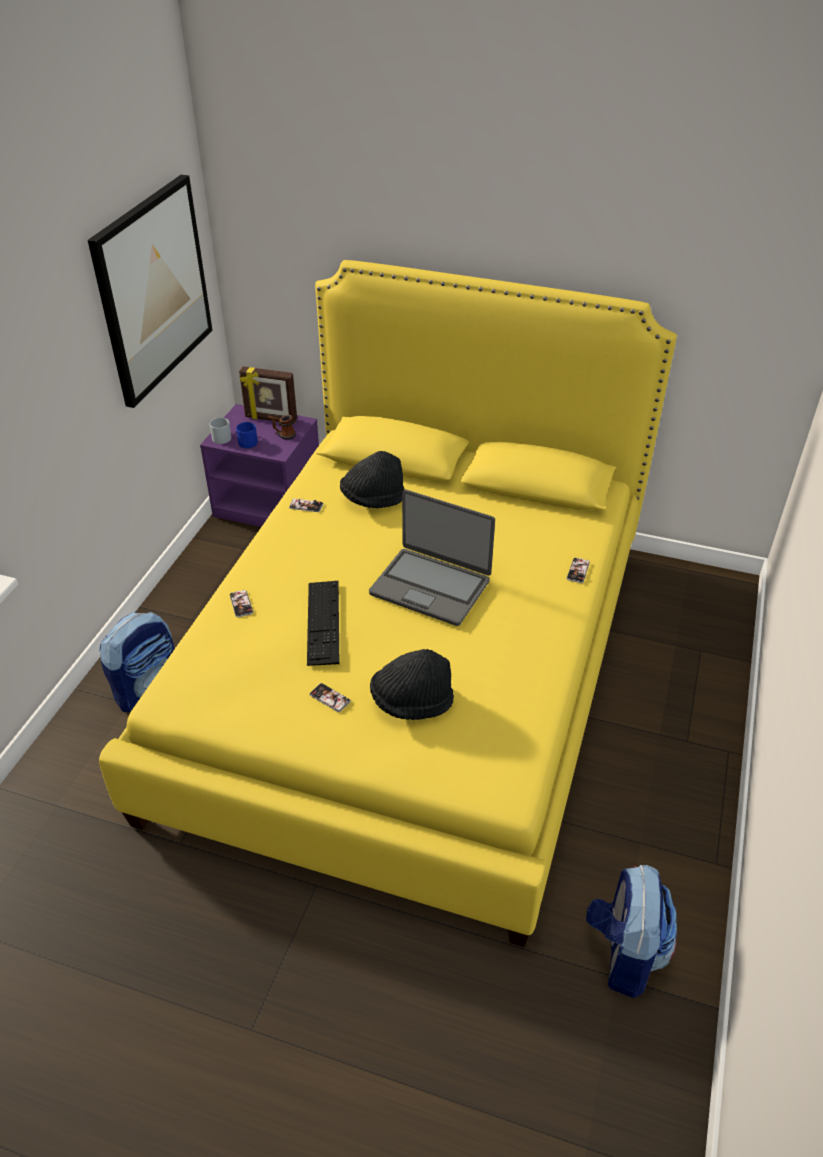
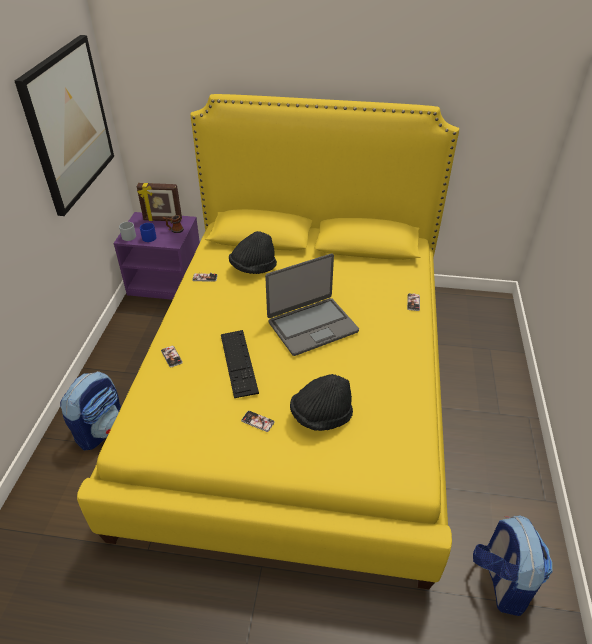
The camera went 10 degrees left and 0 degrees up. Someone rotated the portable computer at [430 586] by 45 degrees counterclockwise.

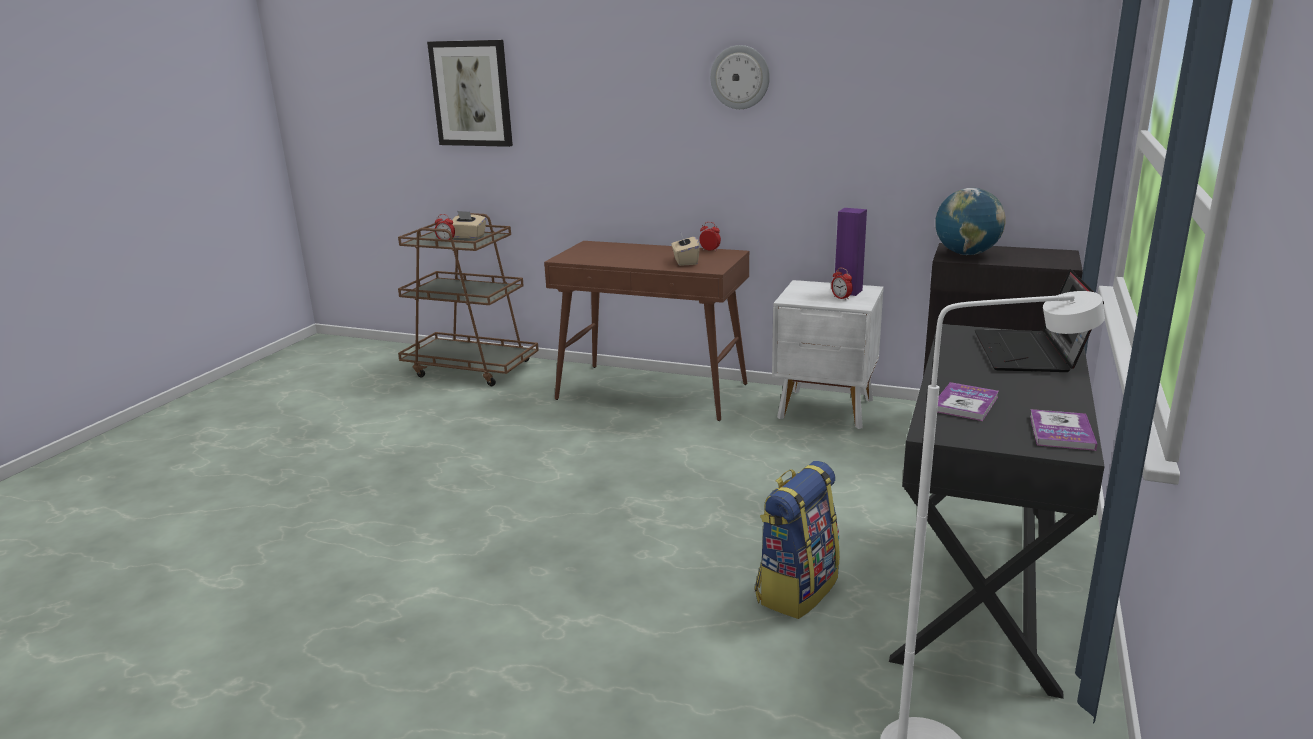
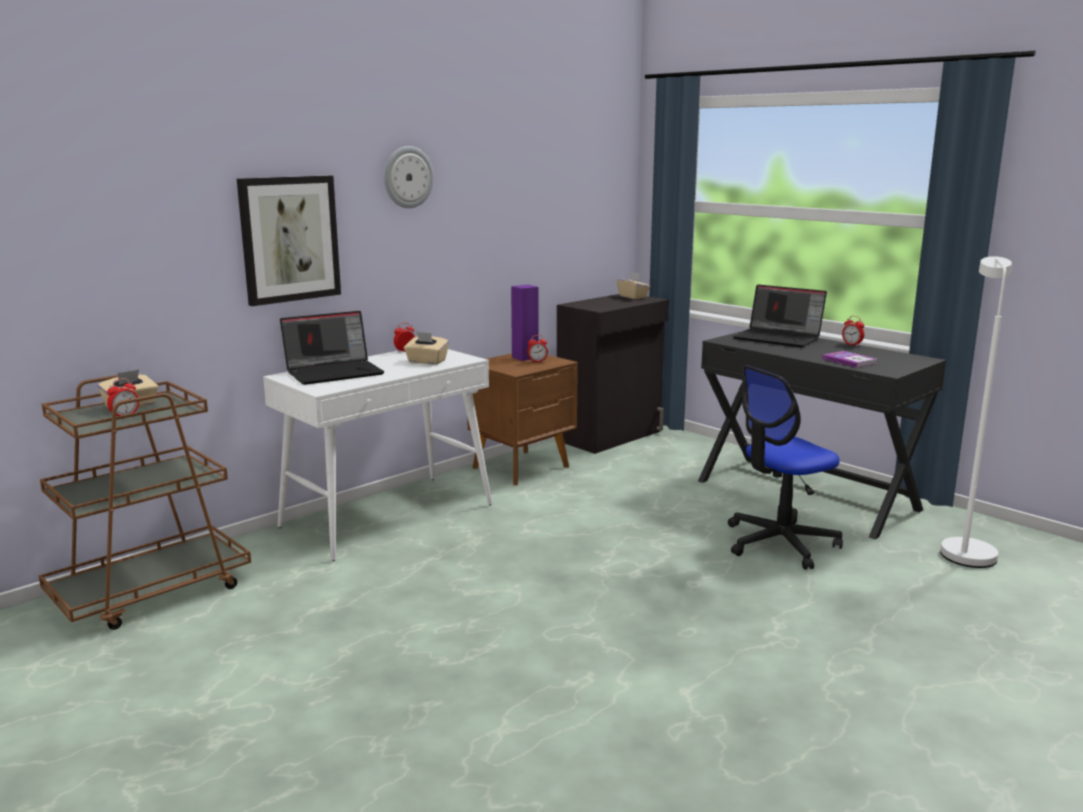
The camera went 65 degrees left and 5 degrees down. Someone took away the world globe at [966 254]. Someone took away the bound book at [1061 432]. Someone put down the portable computer at [335 372]. Someone put down the beige-coloured tissue box at [633 297]. Someone put down the table clock at [852 345]. Someone carried the wall picture from [471 93] to [289 239]. Someone swapped the rucksack at [796 589] for the office chair at [780 543]. Someone repainted the brownish console table at [653 392], which became the whitish console table at [388 515]. Someone repainted the whitish night table at [826 410], which became the brownish night table at [523 467].

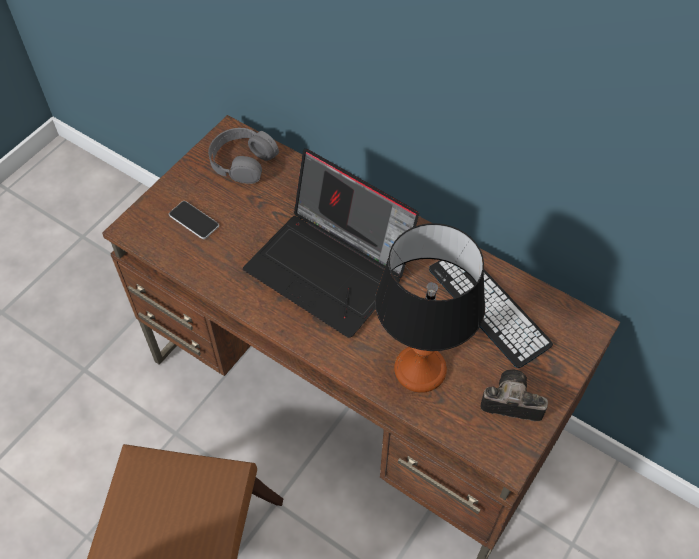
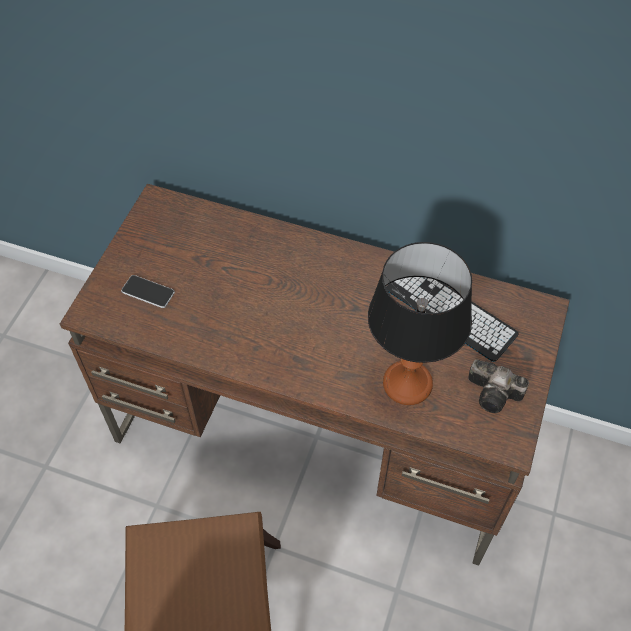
The camera went 15 degrees left and 0 degrees up. Someone took away the greyish pair of headphones at [242 161]. Someone took away the portable computer at [331 268]. Someone rotated the still camera at [508 402] by 150 degrees counterclockwise.

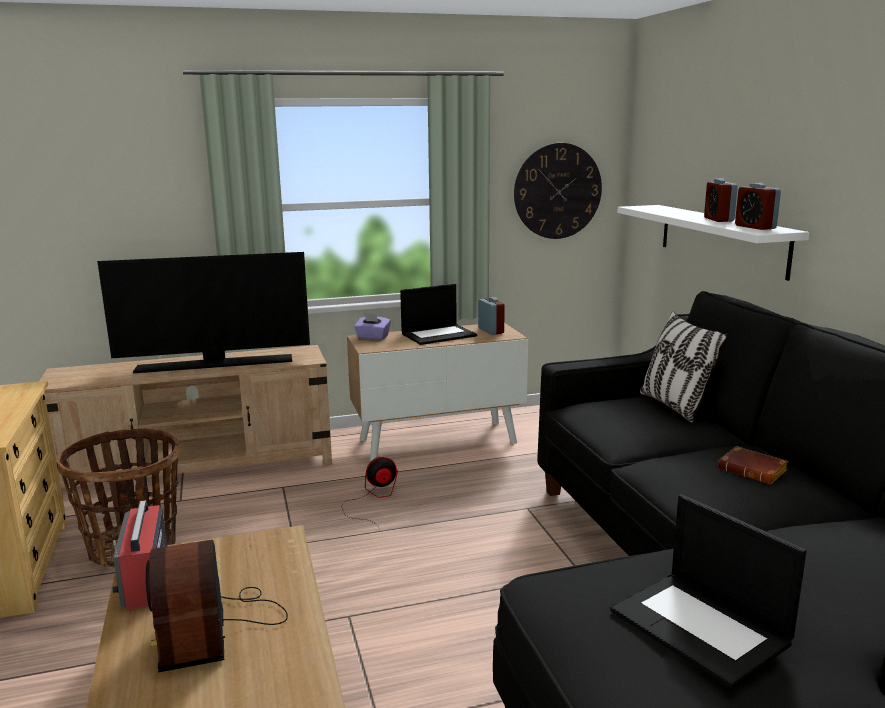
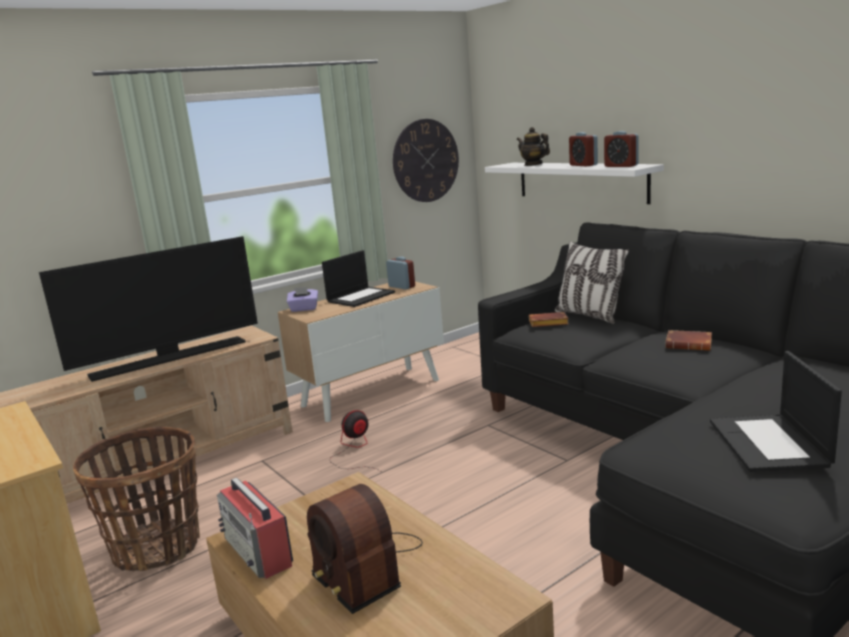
The camera went 20 degrees left and 0 degrees up. Someone put down the pot for tea at [533 164]. Someone put down the brownish bound book at [547 324]. Someone rotated the portable computer at [702 627] by 60 degrees clockwise.

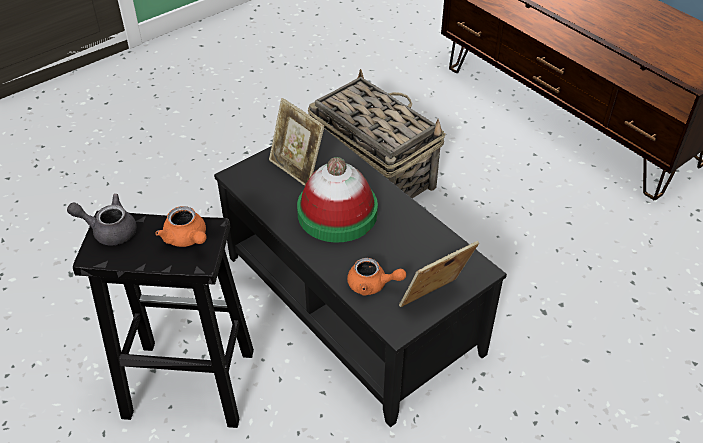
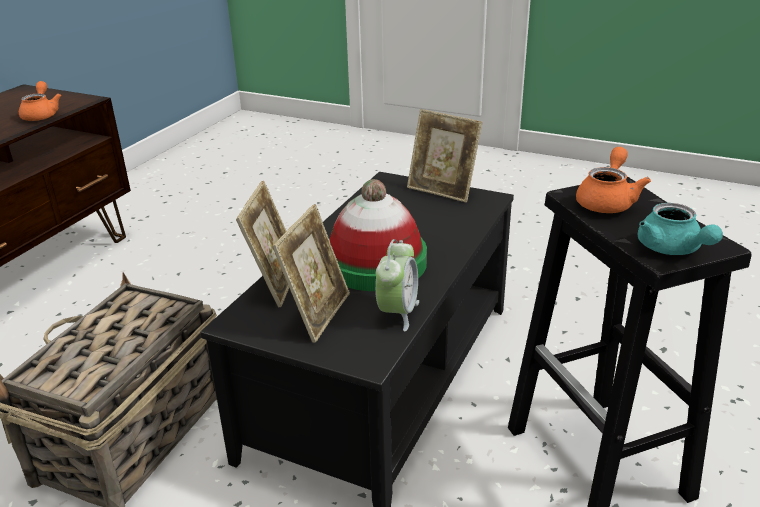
The camera went 115 degrees left and 15 degrees down. Someone put down the standing frame at [275 283]. Someone put down the table clock at [397 313]. Someone carried the orangey pot for tea from [372 285] to [41 115]. Someone repainted the greyish pot for tea at [109 230], which became the blue-green pot for tea at [672 249].

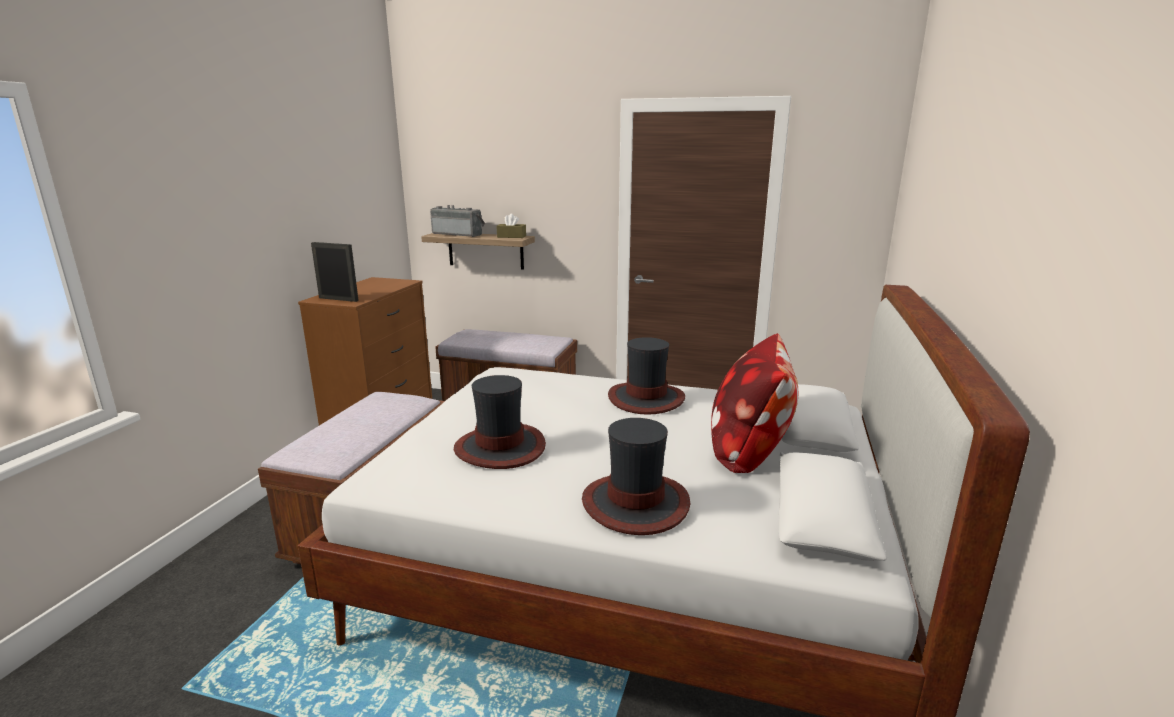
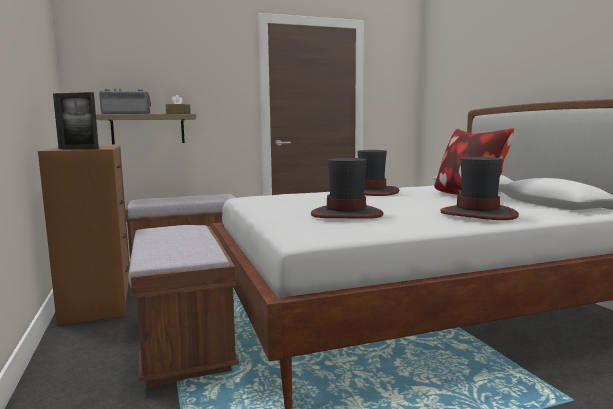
The camera went 35 degrees left and 10 degrees down. Someone rotated the standing frame at [338 299] by 150 degrees counterclockwise.

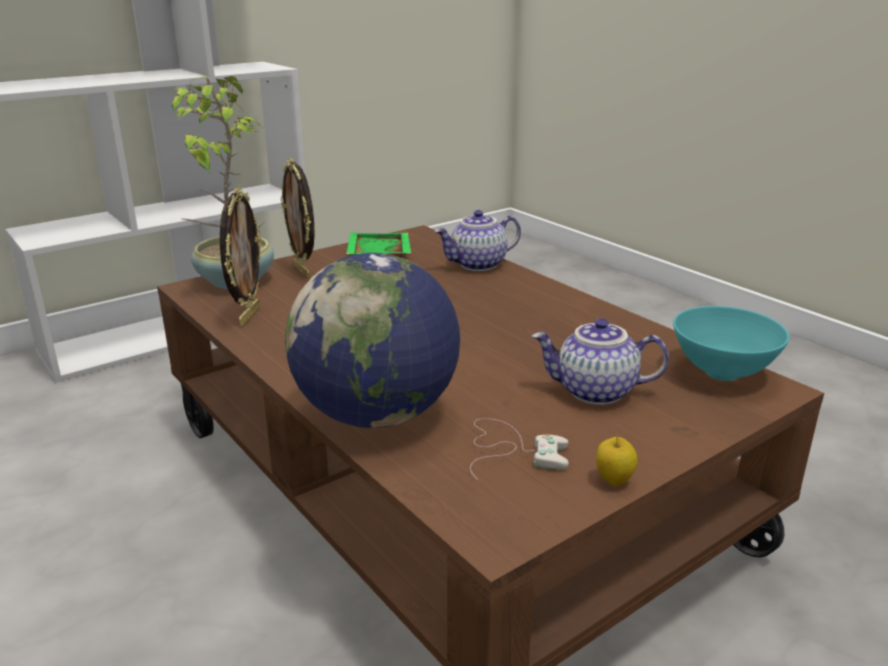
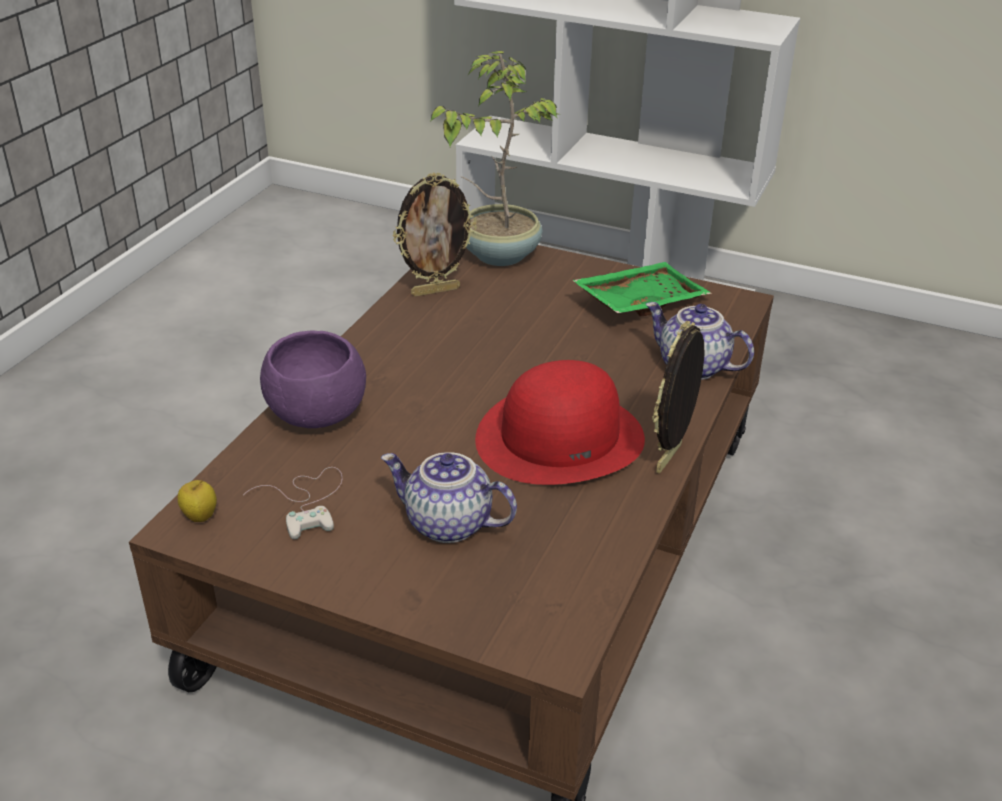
The camera went 60 degrees right and 10 degrees up. Someone took away the blue-green serving bowl at [723 372]. Someone put down the reddish clothing hat at [560 437]. Someone carried the standing frame from [303 272] to [671 459]. Someone carried the whole apple from [613 480] to [200 517]. Someone swapped the world globe at [377 415] for the purple serving bowl at [316 416]. Someone rotated the pot for tea at [595 392] by 45 degrees counterclockwise.

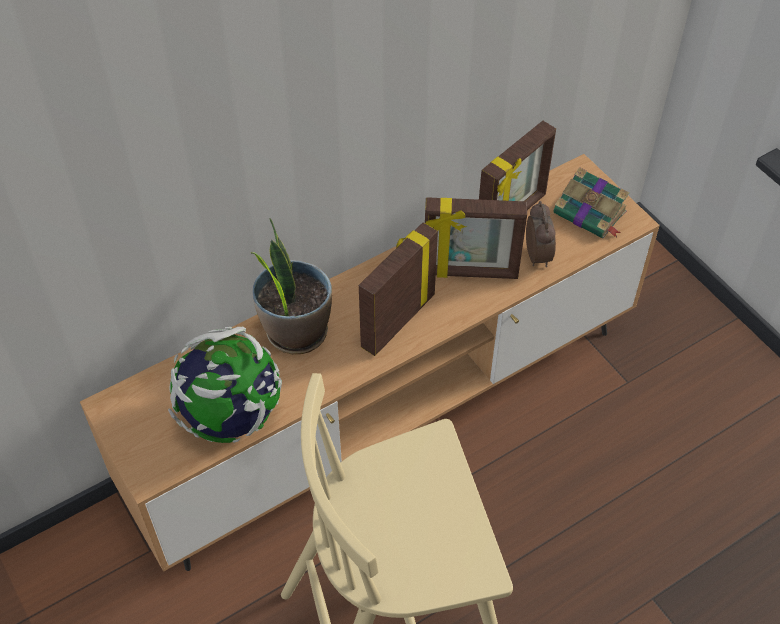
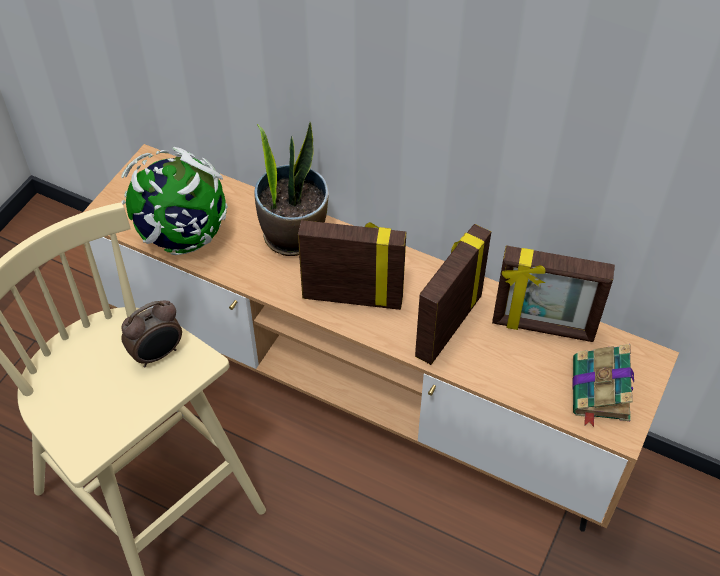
The camera went 60 degrees right and 0 degrees up. Someone carried the table clock from [538 255] to [158 354]. Someone rotated the standing frame at [470 273] by 60 degrees clockwise.

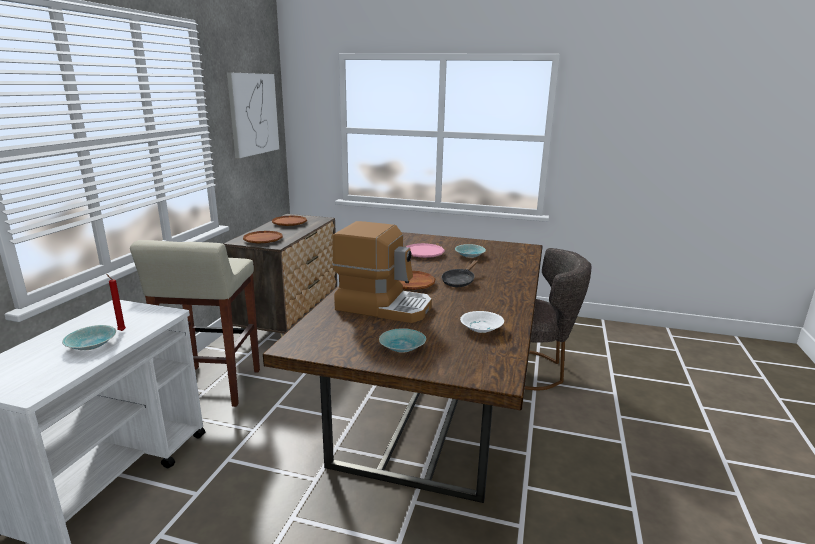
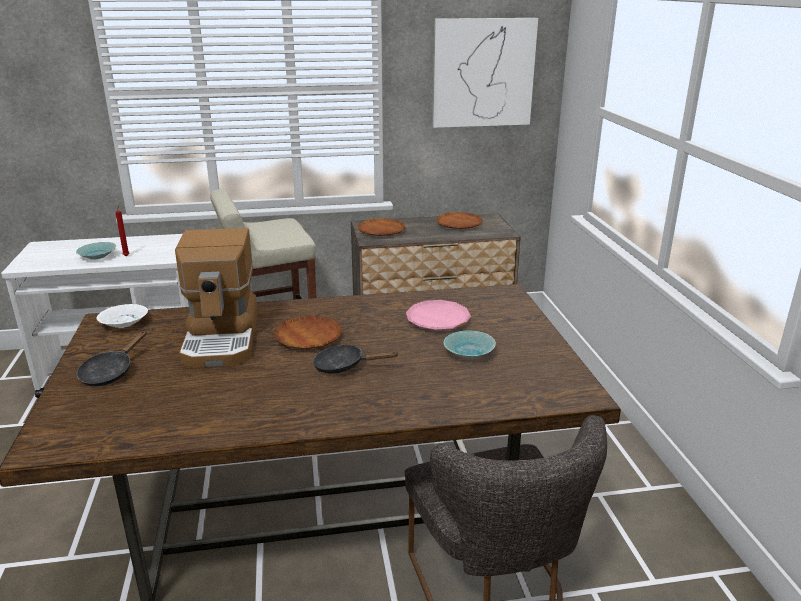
The camera went 65 degrees right and 5 degrees up. Someone carried the whitish serving bowl from [481 329] to [122 323]. Someone swapped the blue-green serving bowl at [401 348] for the black skillet at [110 372].

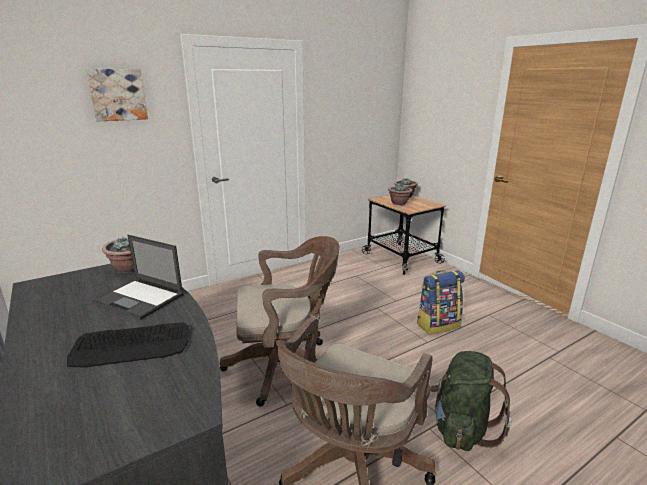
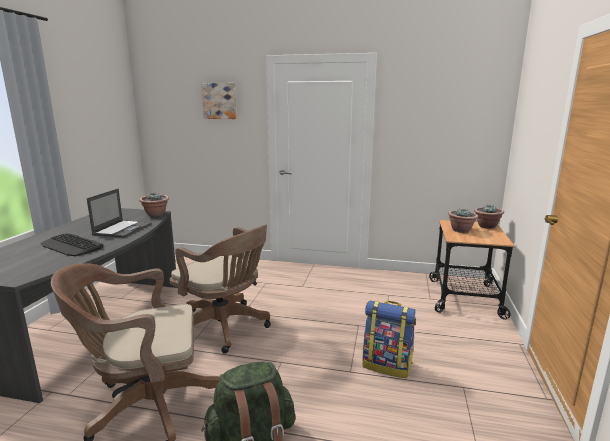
The camera went 45 degrees right and 5 degrees down. Someone rotated the portable computer at [140 299] by 150 degrees counterclockwise.

